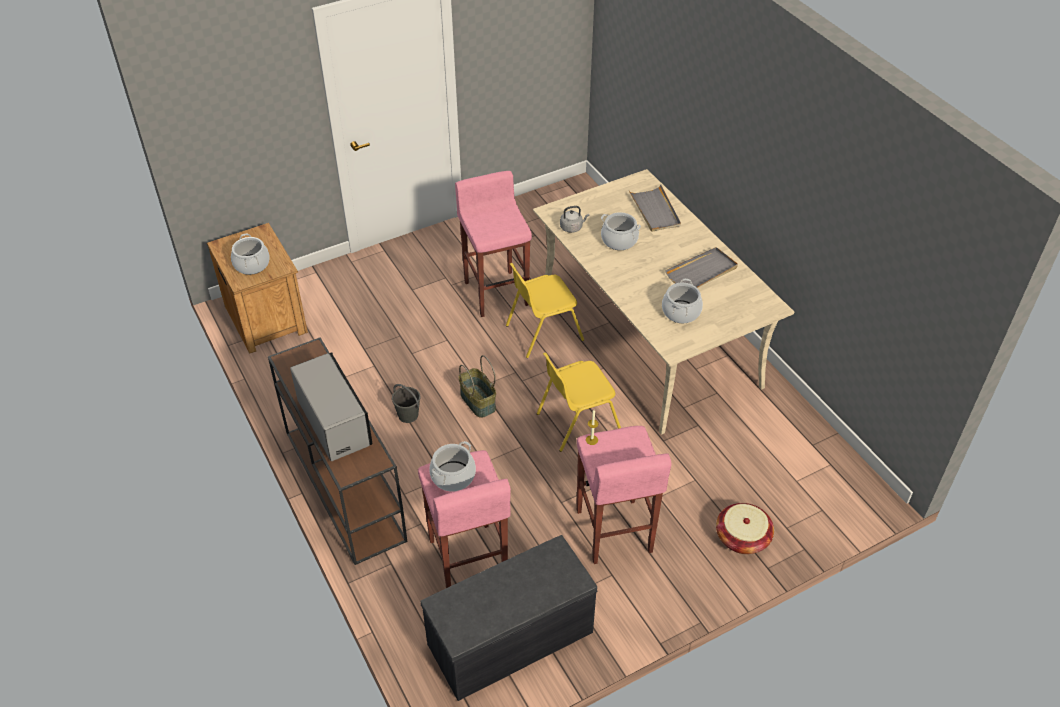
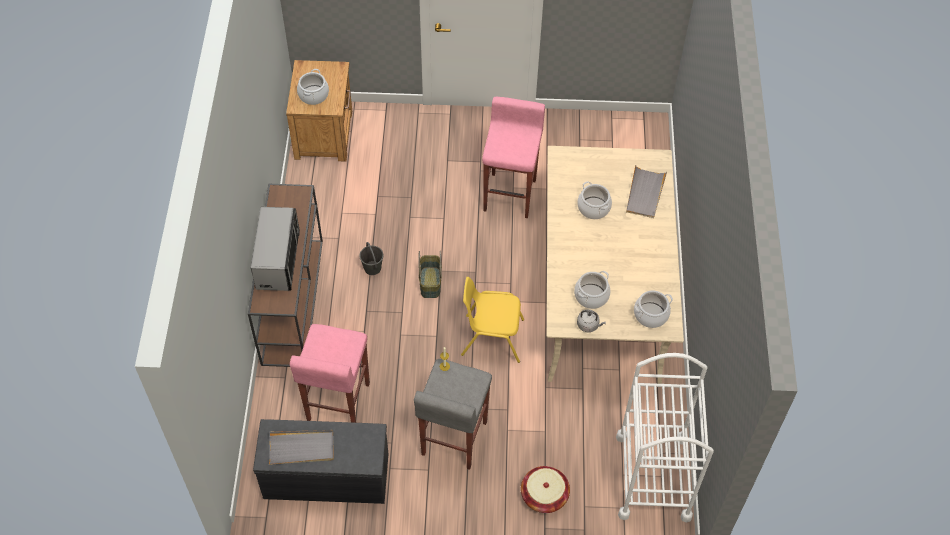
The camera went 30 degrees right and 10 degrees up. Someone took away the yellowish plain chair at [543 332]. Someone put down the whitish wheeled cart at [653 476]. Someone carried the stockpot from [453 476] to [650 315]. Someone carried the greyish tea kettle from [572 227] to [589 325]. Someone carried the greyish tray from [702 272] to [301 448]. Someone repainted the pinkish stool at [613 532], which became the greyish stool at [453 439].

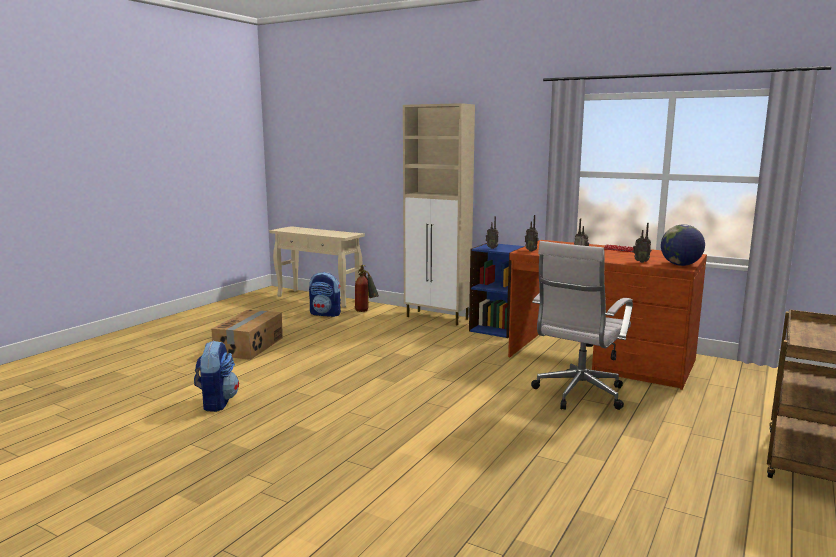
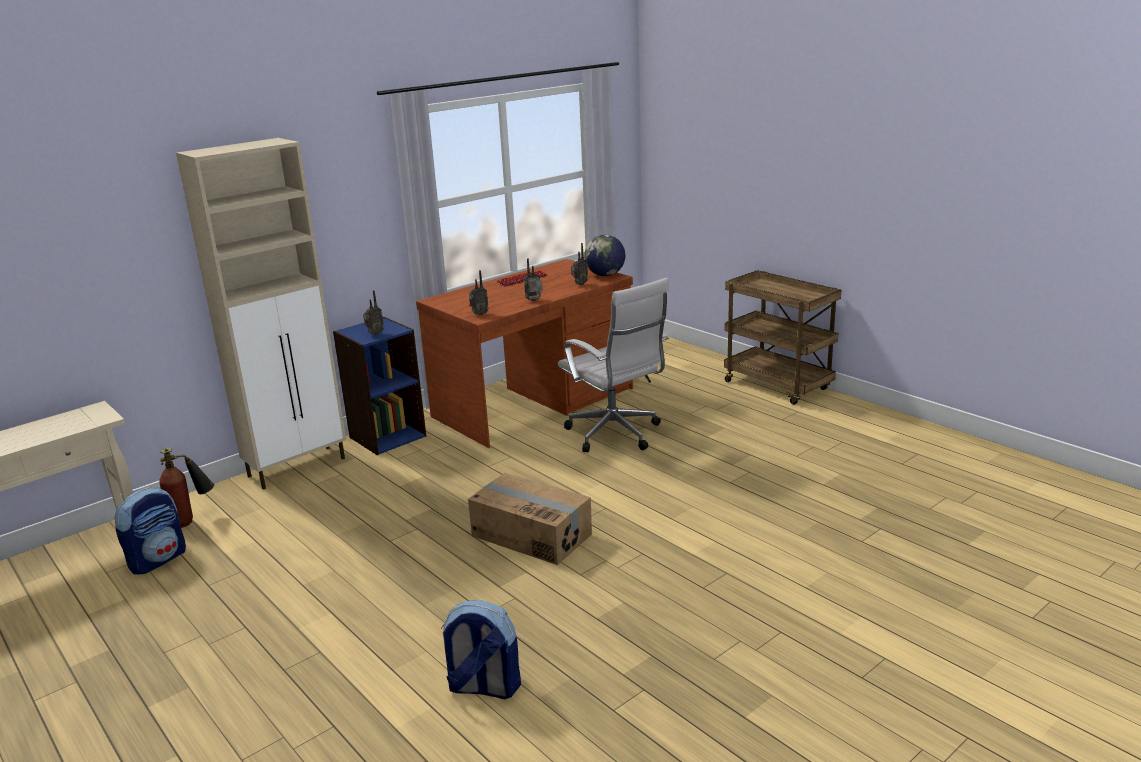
The camera went 70 degrees left and 10 degrees up. Someone carried the carton from [250 346] to [532 534].

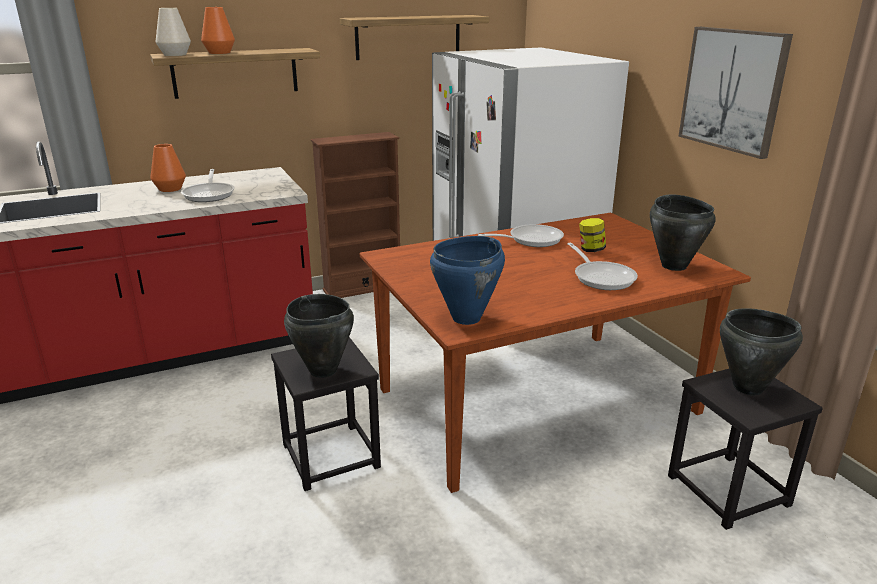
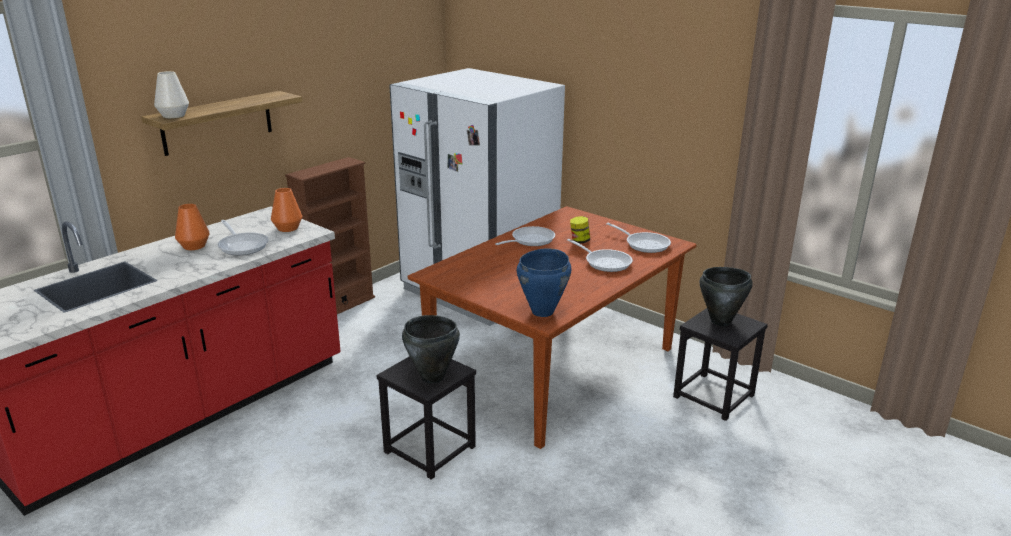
The camera went 25 degrees left and 0 degrees up. Someone took away the wall shelf at [408 37]. Someone took away the wall picture at [733 90]. Someone carried the orangey flower vase from [220 53] to [288 228]. Someone swapped the black stockpot at [674 266] for the skillet at [644 244].

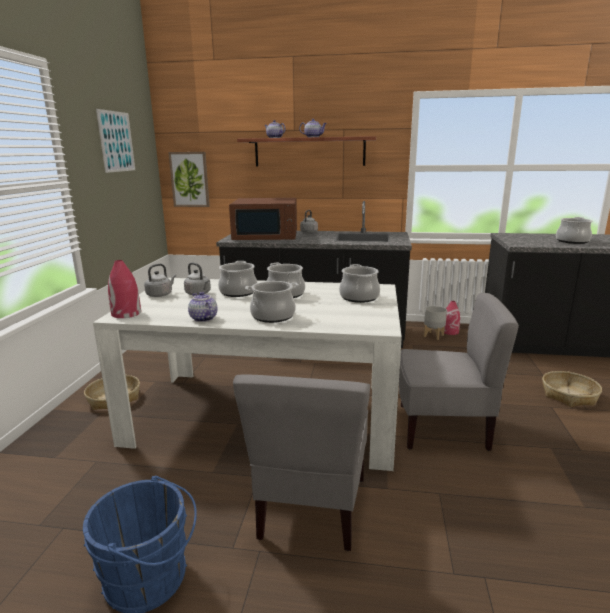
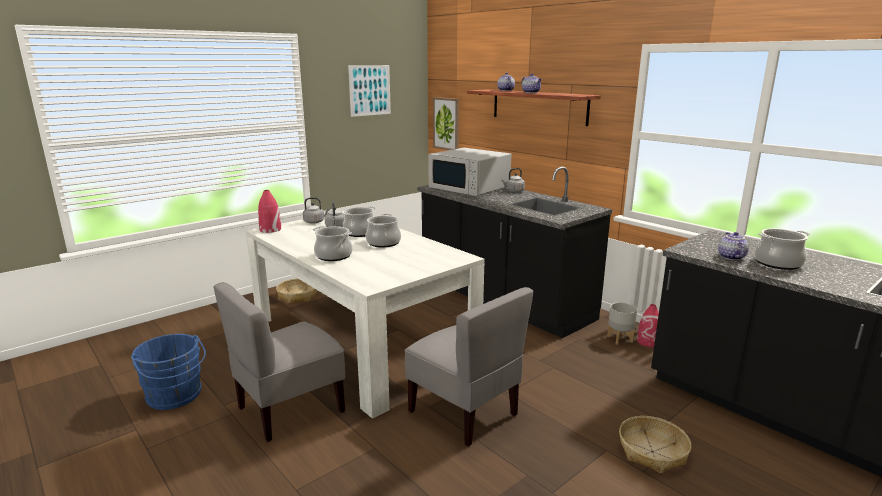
The camera went 40 degrees right and 0 degrees up. Someone took away the stockpot at [359 297]. Someone carried the pot for tea from [202 319] to [730 257]. Someone repainted the brownish kitchen microwave at [266 236], which became the whitish kitchen microwave at [470 188].

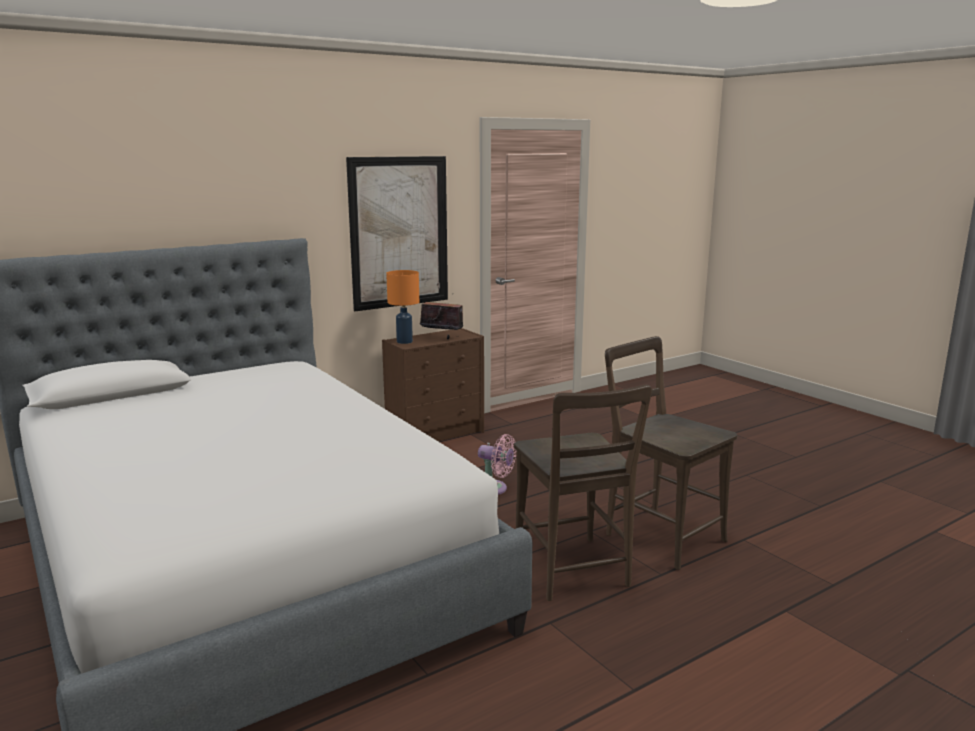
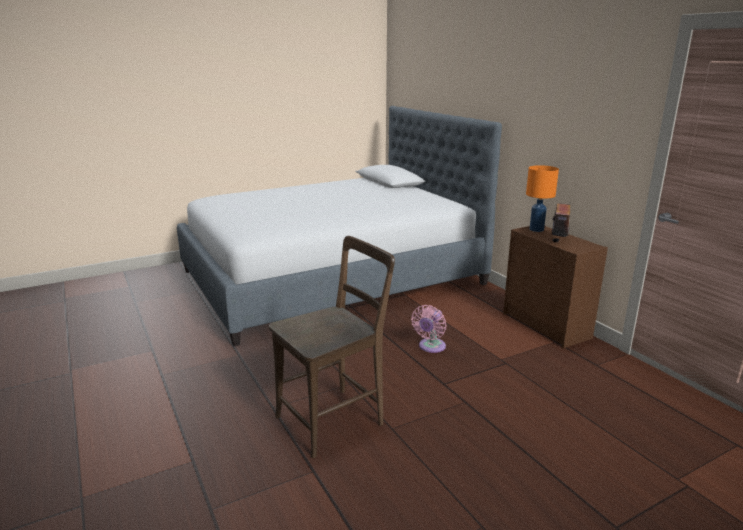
The camera went 95 degrees right and 5 degrees up. Someone took away the wall picture at [399 232]. Someone took away the brownish plain chair at [573 572].

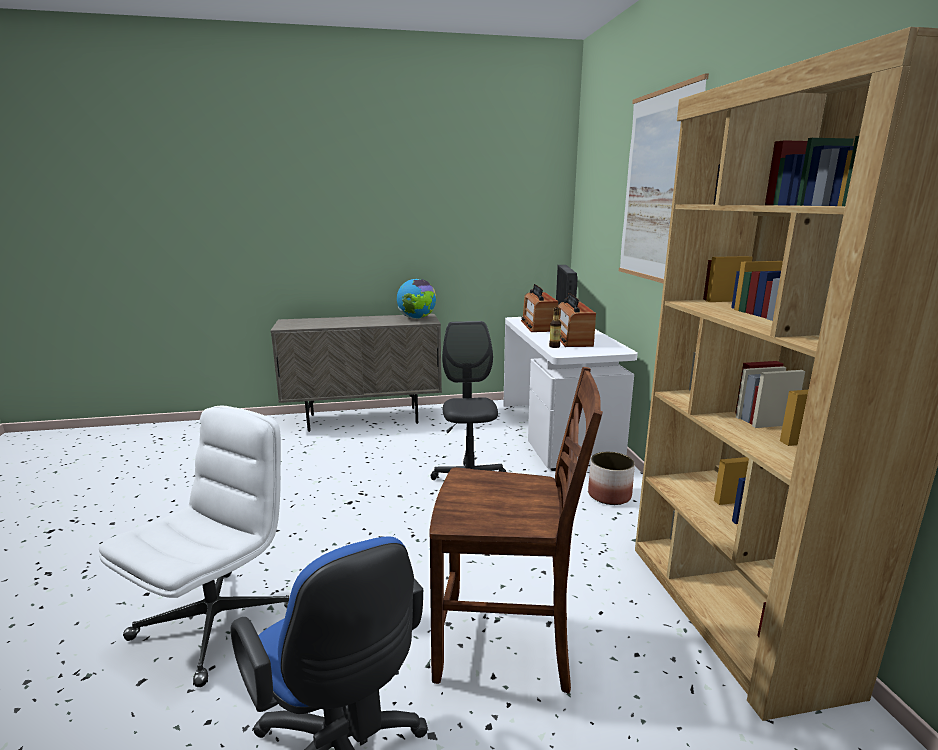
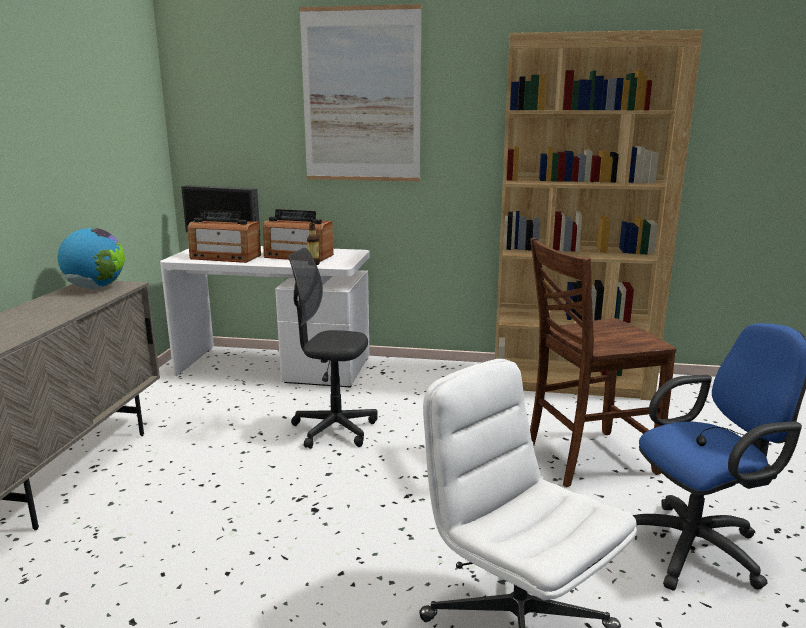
The camera went 70 degrees left and 0 degrees up. Someone took away the flower pot at [609 495]. Someone rotated the brownish plain chair at [507 646] by 135 degrees counterclockwise.

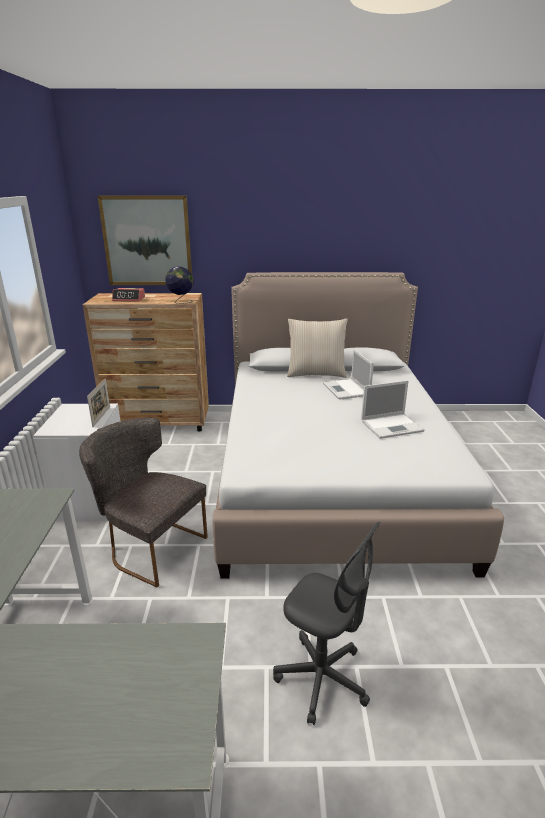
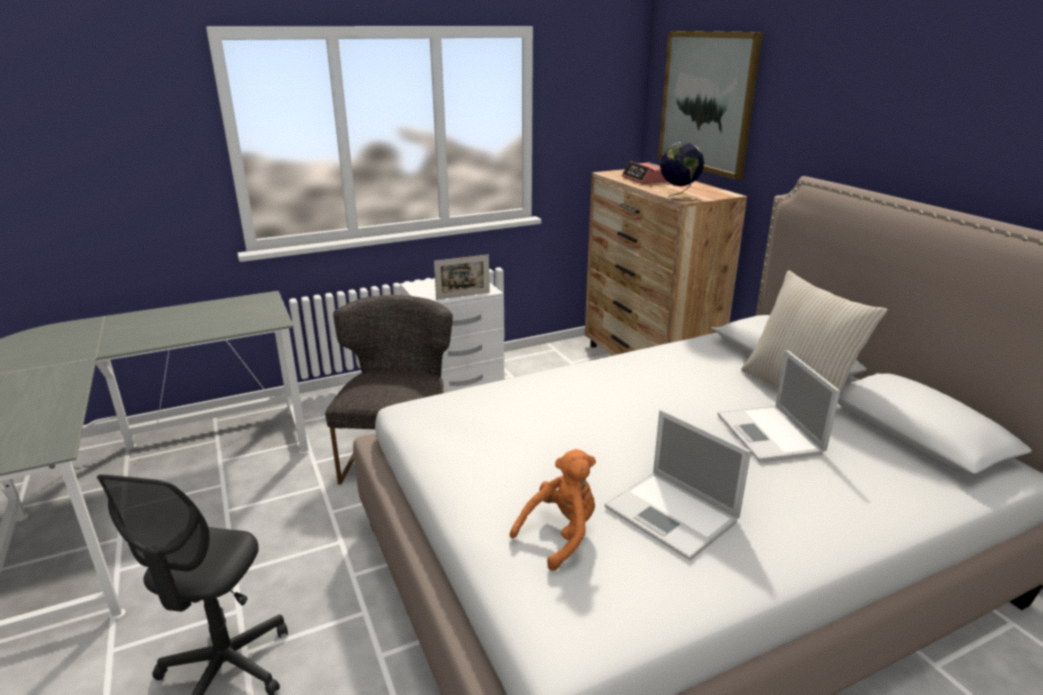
The camera went 65 degrees right and 0 degrees up. Someone put down the orangey plush toy at [560 535]. Someone rotated the portable computer at [346 390] by 60 degrees counterclockwise.

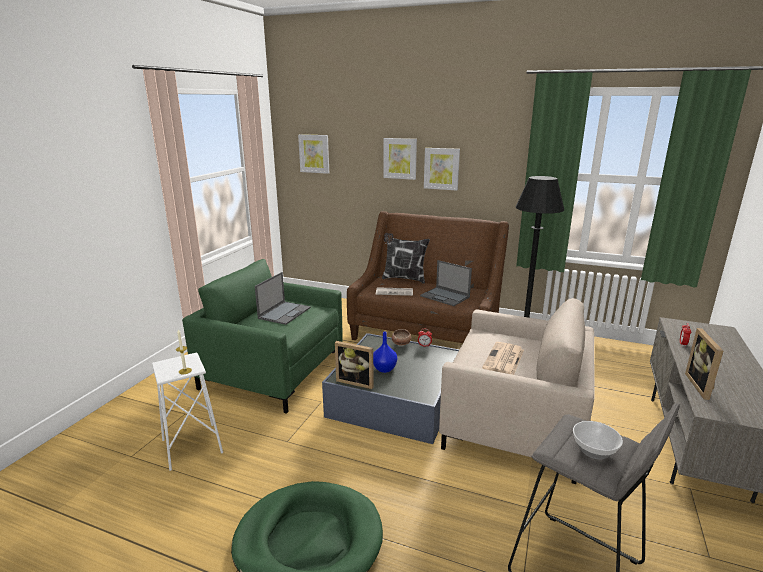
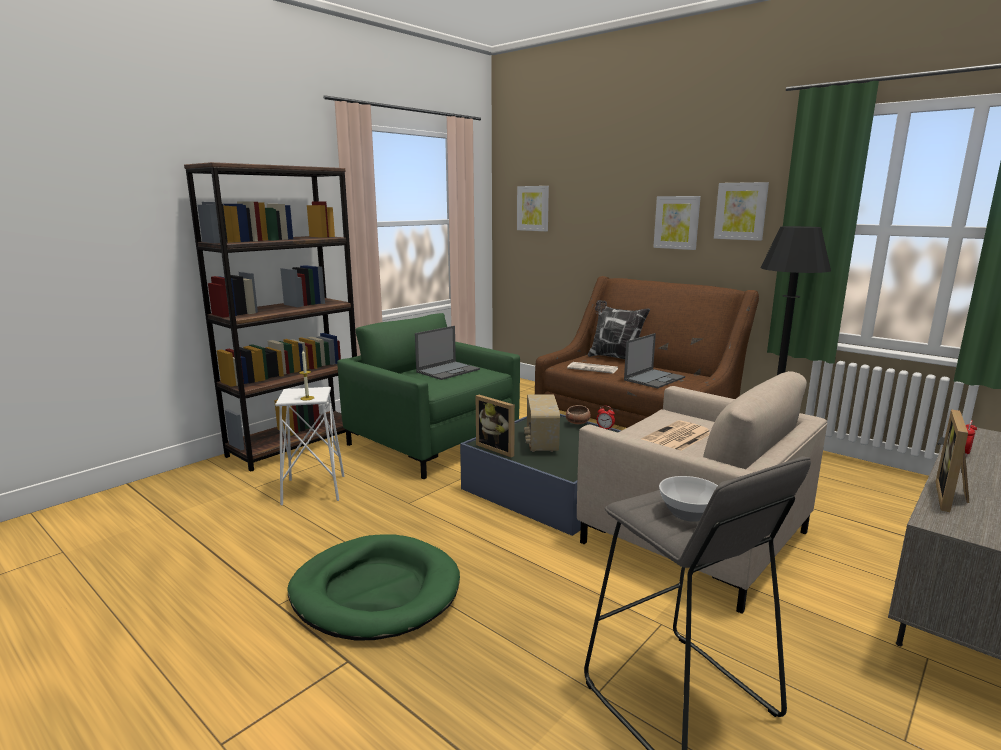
The camera went 20 degrees right and 5 degrees down. Someone put down the brownish shelving unit at [297 444]. Someone carried the wall picture from [400 158] to [741 211]. Someone swapped the blue-coloured flower vase at [385 369] for the radio set at [541 443]. Someone rotated the portable computer at [445 296] by 105 degrees counterclockwise.

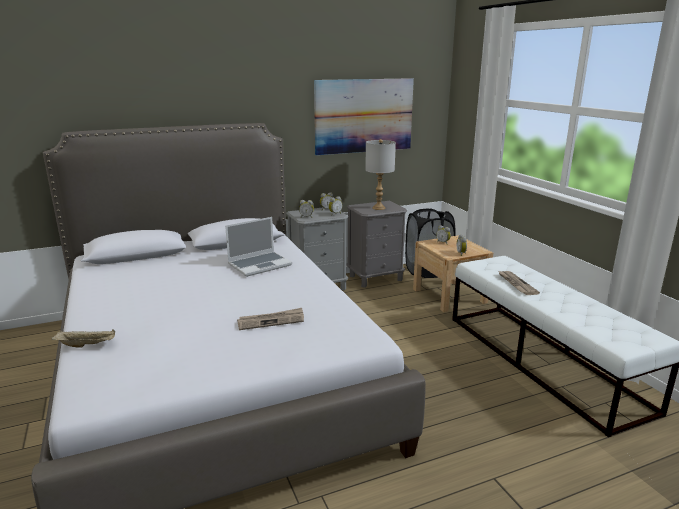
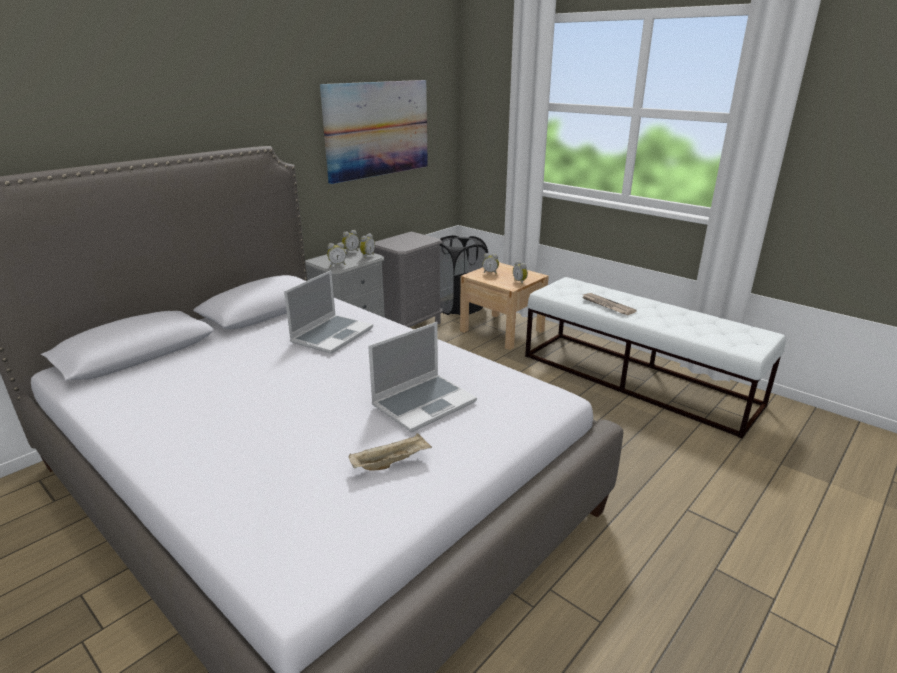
The camera went 25 degrees left and 5 degrees up. Someone took away the greyish lamp for a table at [378 208]. Someone carried the beige-coloured tray from [87 345] to [391 462]. Someone swapped the newspaper at [271 321] for the portable computer at [424 403].

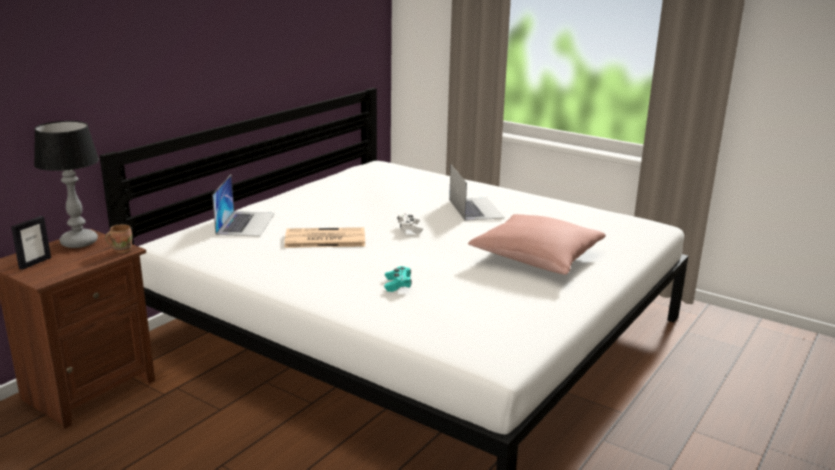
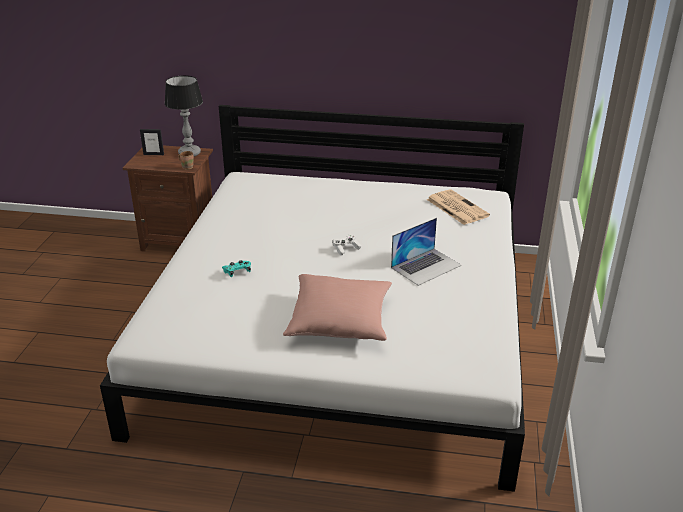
The camera went 65 degrees right and 10 degrees up. Someone took away the portable computer at [246 223]. Someone carried the newspaper from [324 239] to [456 207].

